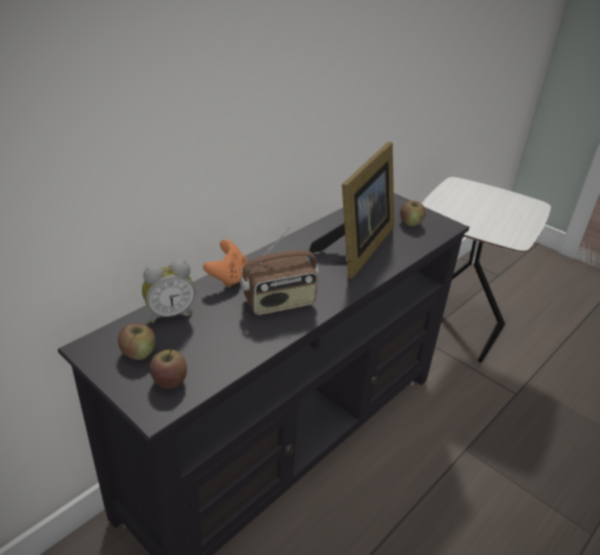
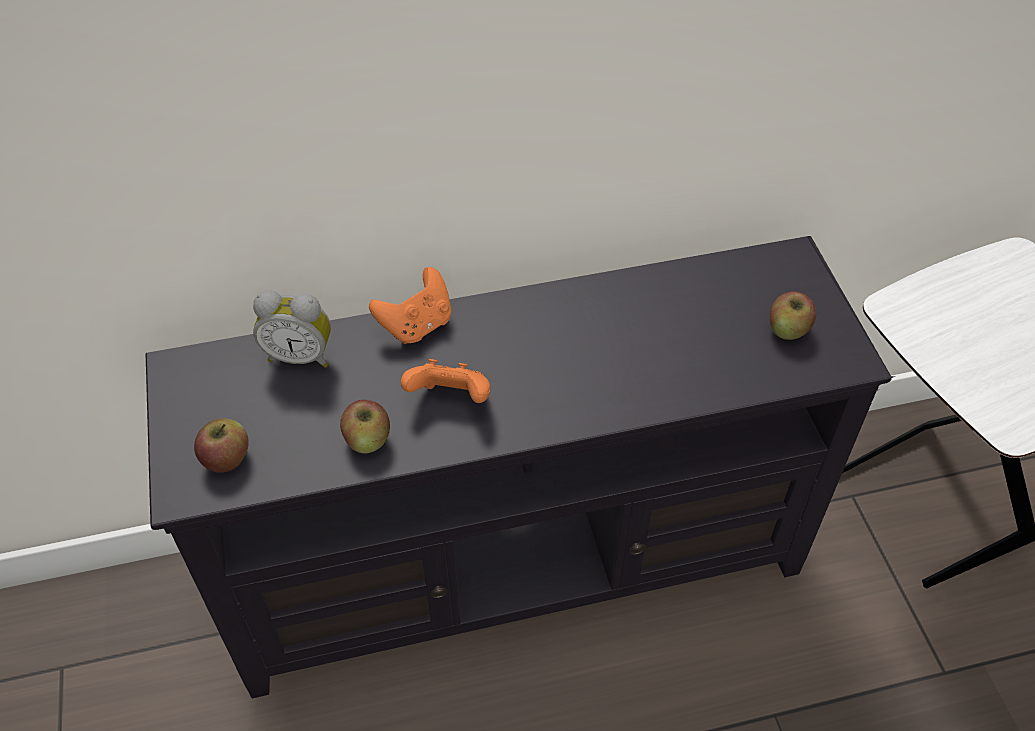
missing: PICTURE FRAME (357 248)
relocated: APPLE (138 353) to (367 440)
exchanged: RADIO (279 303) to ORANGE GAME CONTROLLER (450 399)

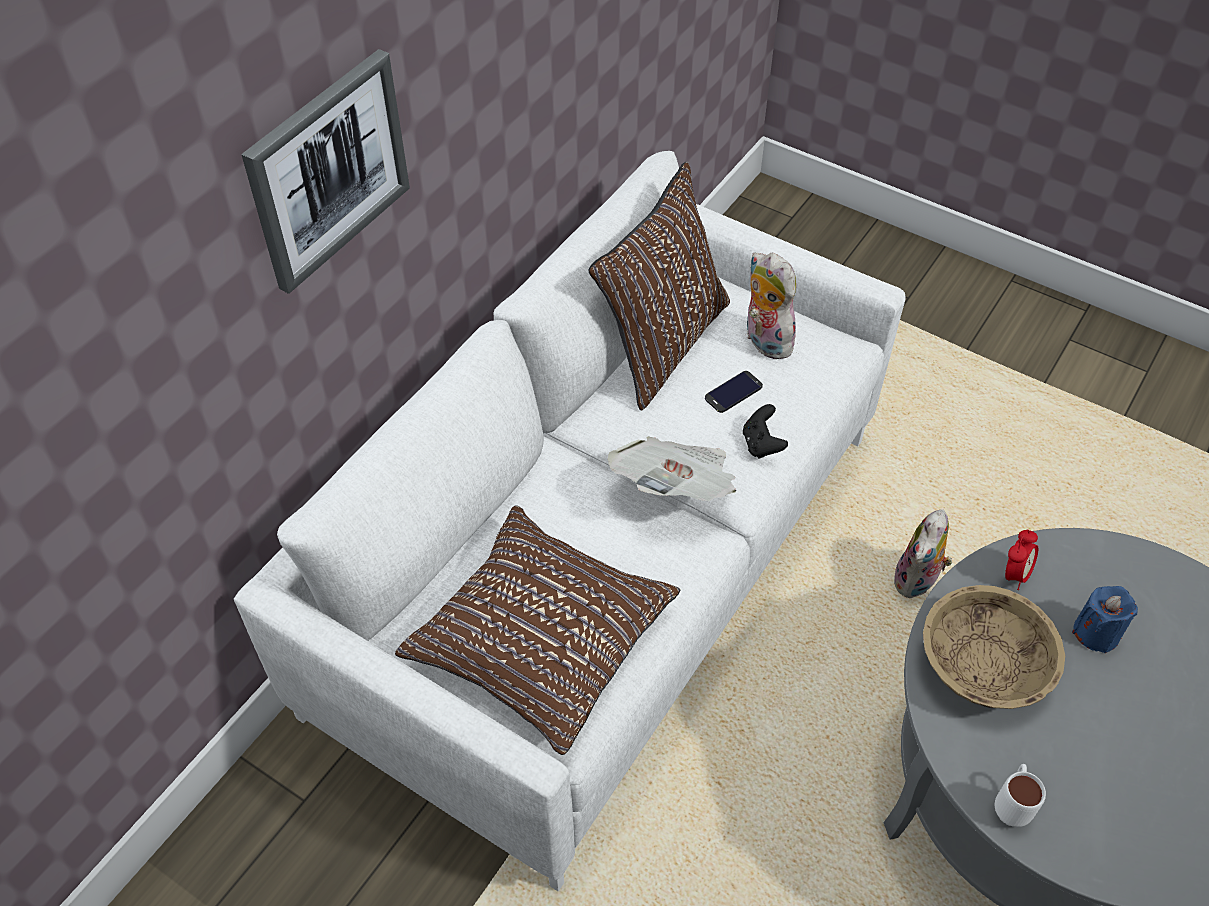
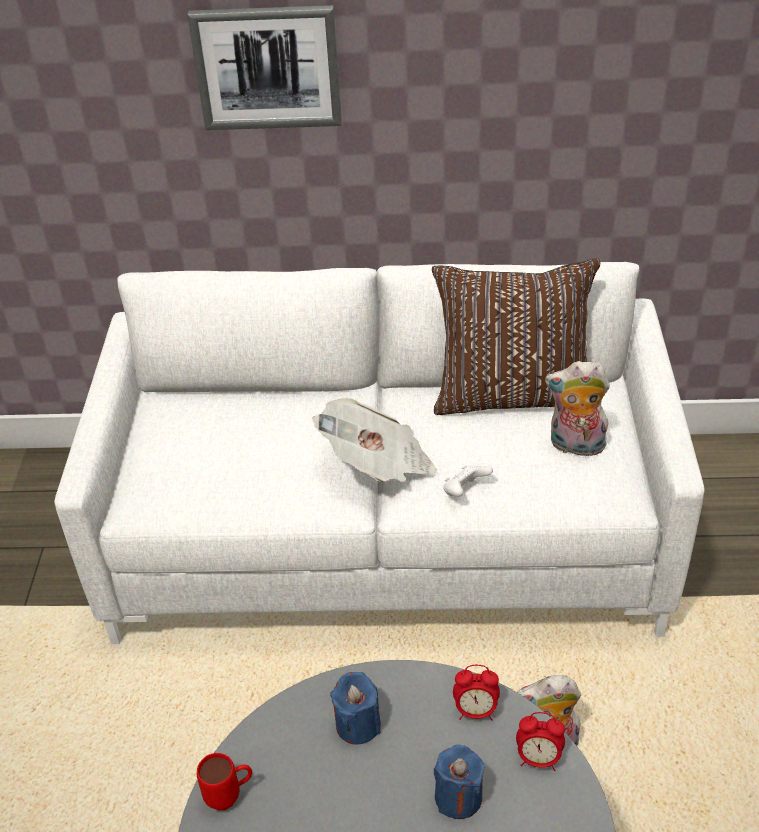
missing: BROWN PILLOW (540 637); PHONE (733 392)
appeared: ALARM CLOCK (538 759)
exchanged: BEIGE BOWL (983 666) to BLUE CANDLE (358 725)
colour: WHITE MUG (1011 805) to RED MUG (230 796); BLACK GAME CONTROLLER (761 444) to WHITE GAME CONTROLLER (465 491)
spun: PLUSH TOY (764 340) = (575 446) 105 degrees counterclockwise

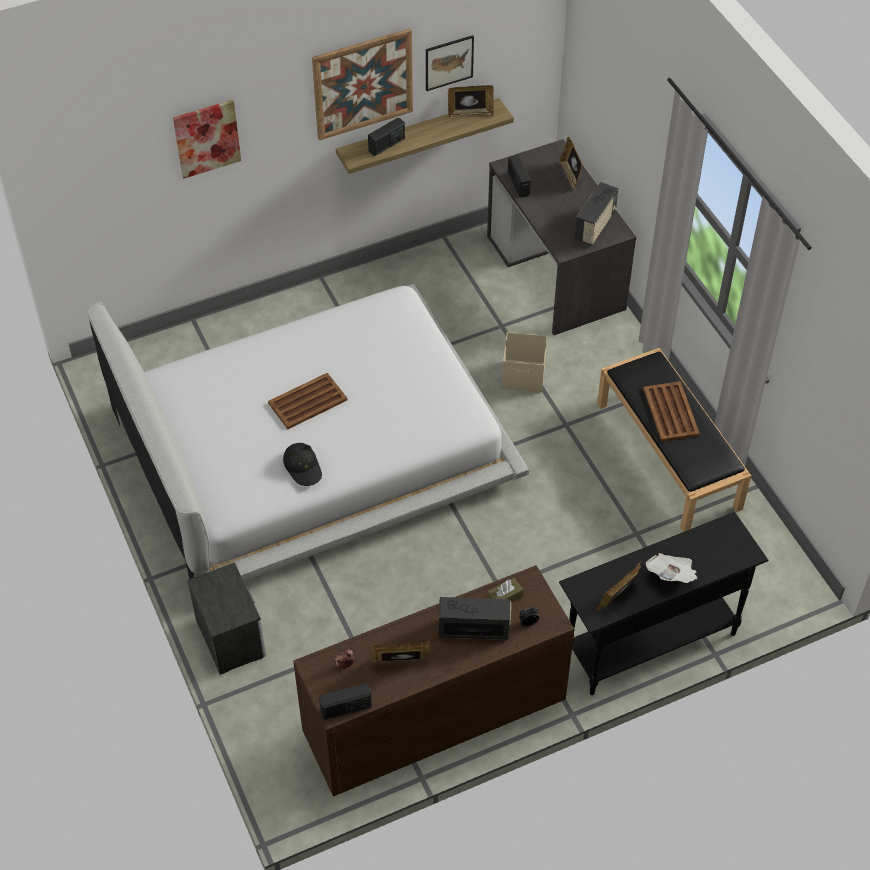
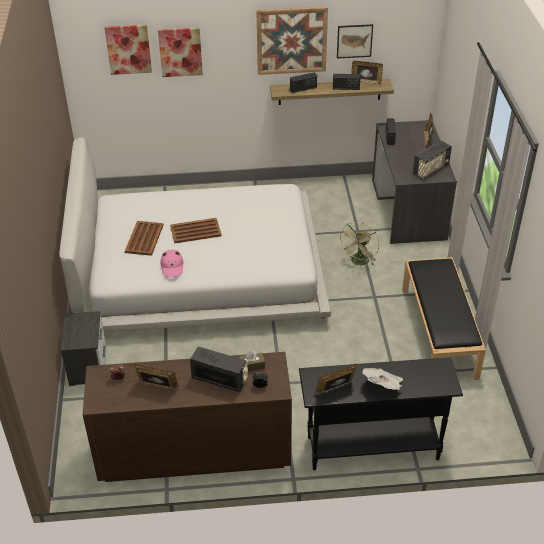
appeared: PICTURE (128 49)
relocated: BROWN TRAY (670 411) to (144 238); RADIO (346 708) to (346 88)
exchanged: BEIGE STORAGE BOX (524 376) to GREEN FAN (359 262)
colour: BLACK HAT (303 467) to PINK HAT (172 266)

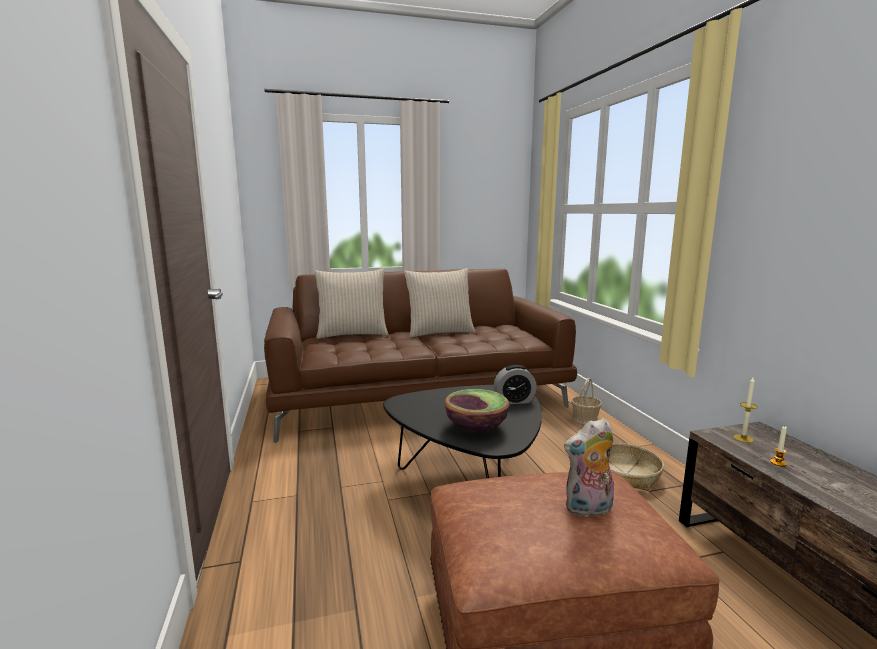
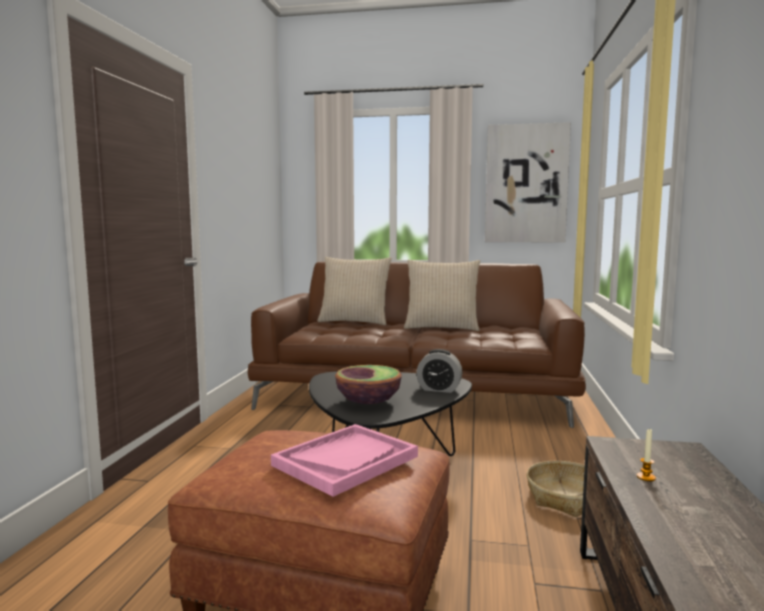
missing: BASKET (585 419); CANDLE (743 438)
appeared: PICTURE (526 184)
exchanged: PLUSH TOY (588 509) to PINK TRAY (345 461)

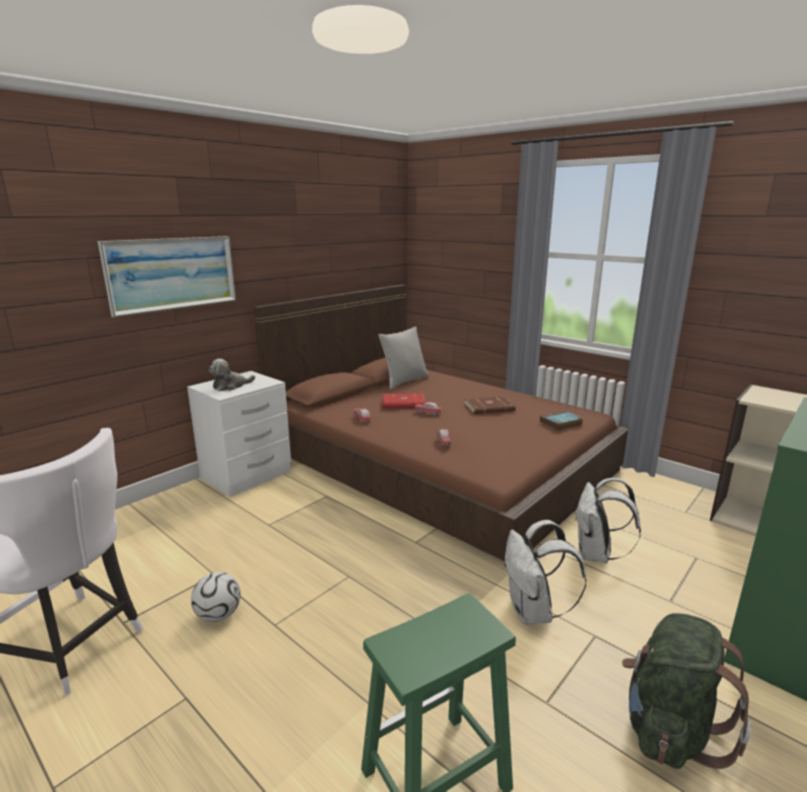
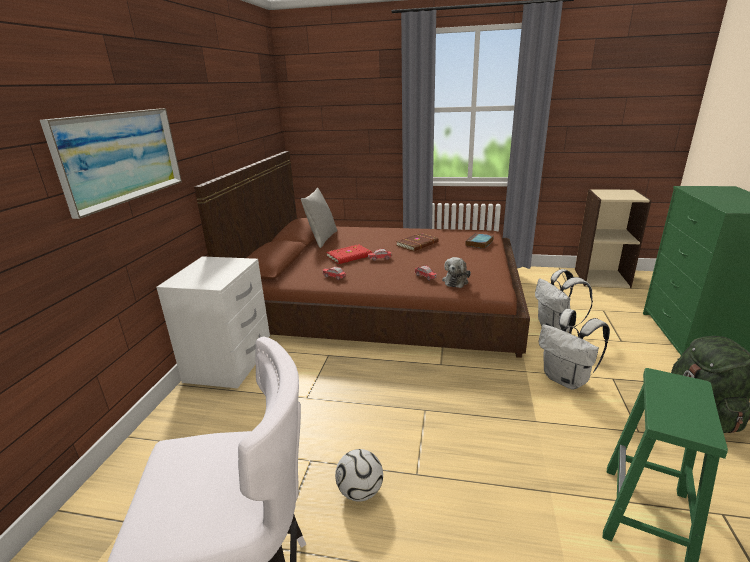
relocated: PLUSH TOY (231 386) to (456 281)

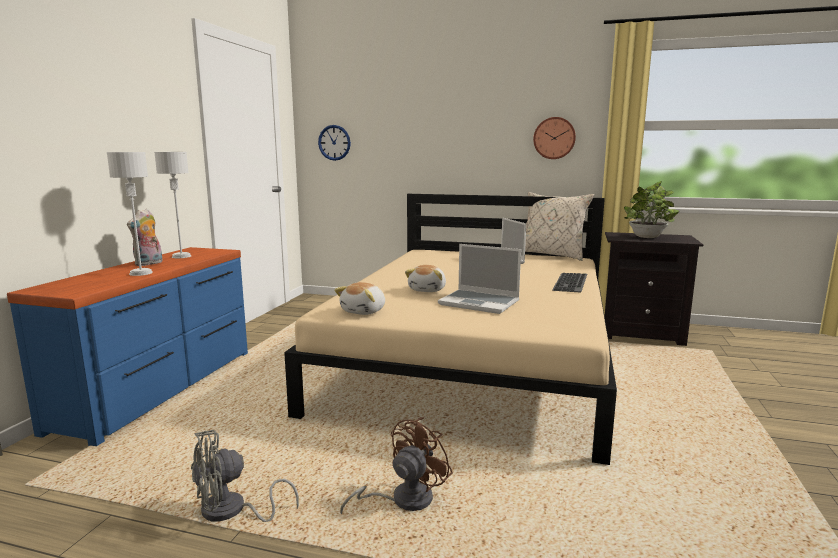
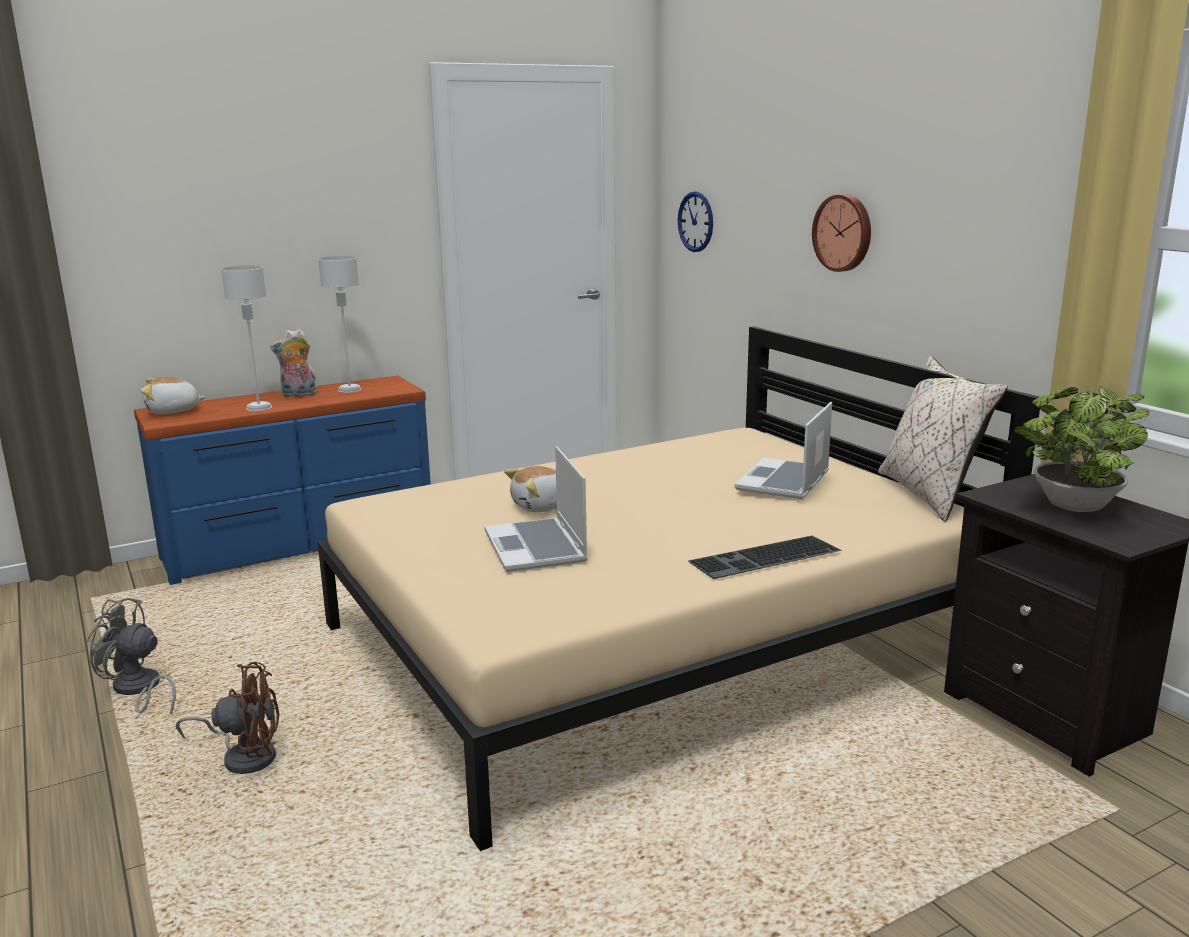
relocated: PLUSH TOY (364 311) to (173 411); WALL CLOCK (554 138) to (844 233)

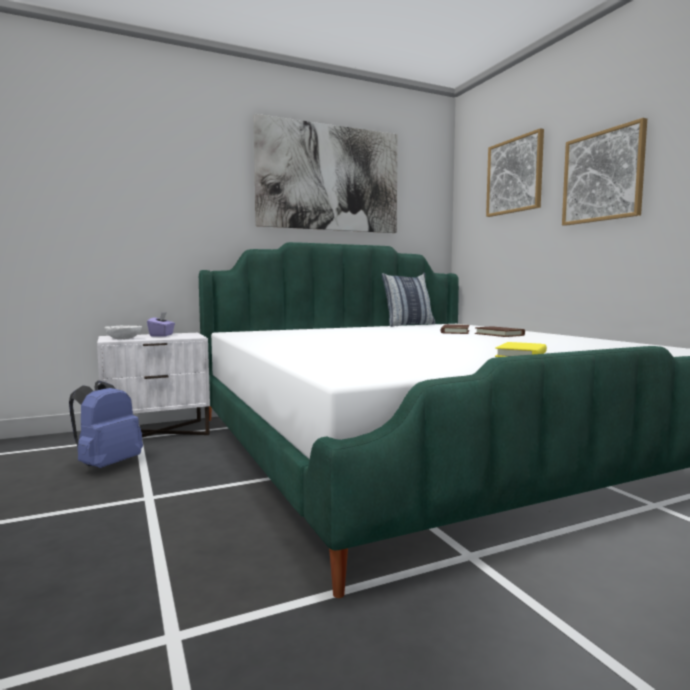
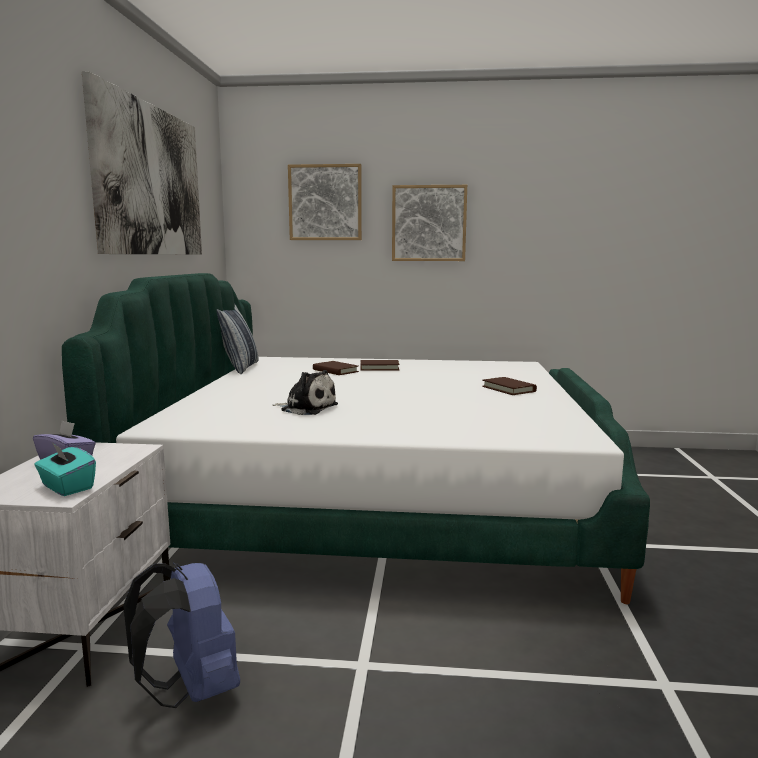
appeared: PLUSH TOY (307 408)
exchanged: WHITE BOWL (124 339) to TURQUOISE TISSUE BOX (67 487)
colour: YELLOW BOOK (521 354) to BROWN BOOK (508 389)

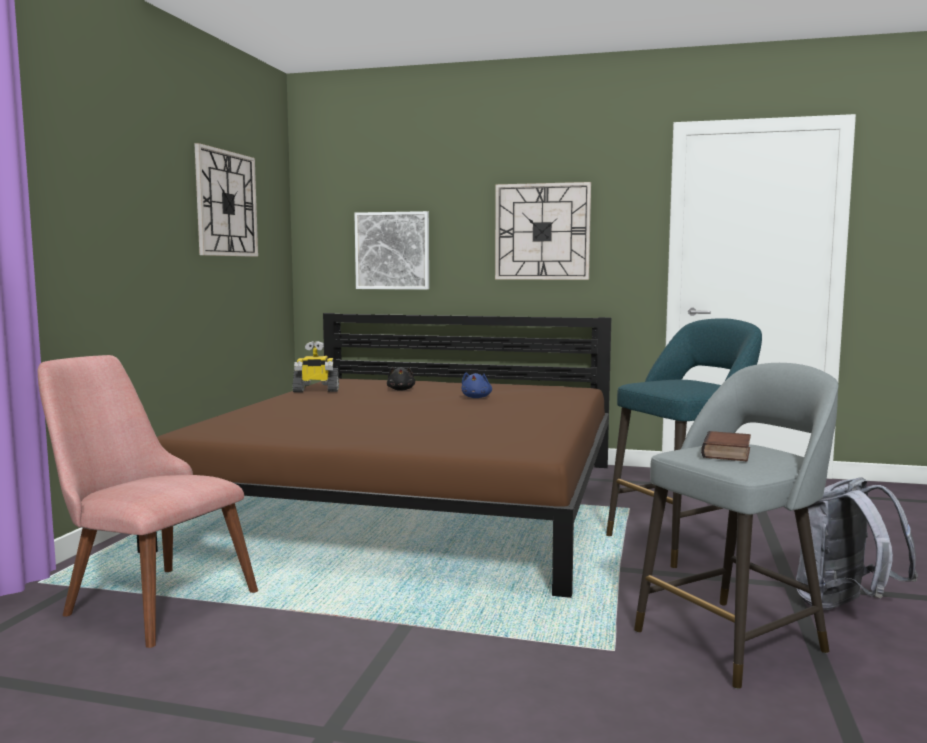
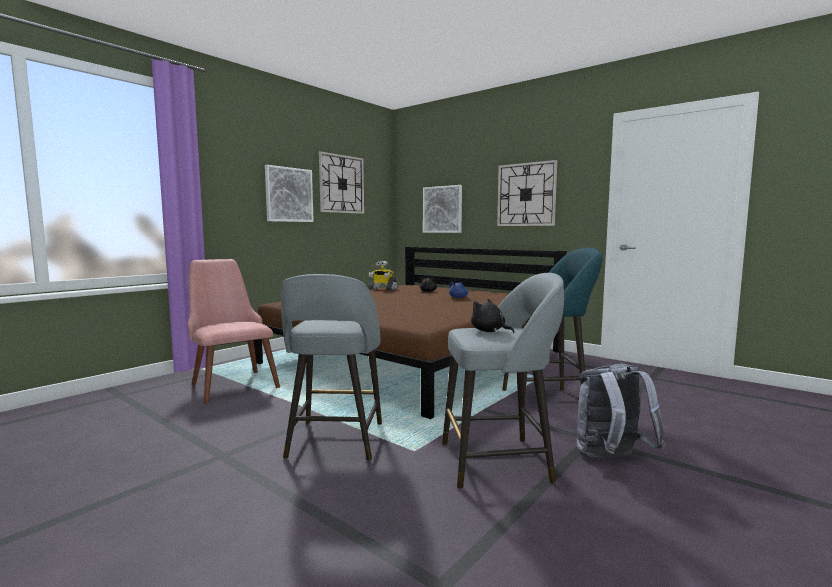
appeared: PICTURE (289 194); GREY STOOL (335 441)
exchanged: BOOK (728 453) to BLACK PLUSH TOY (489 331)

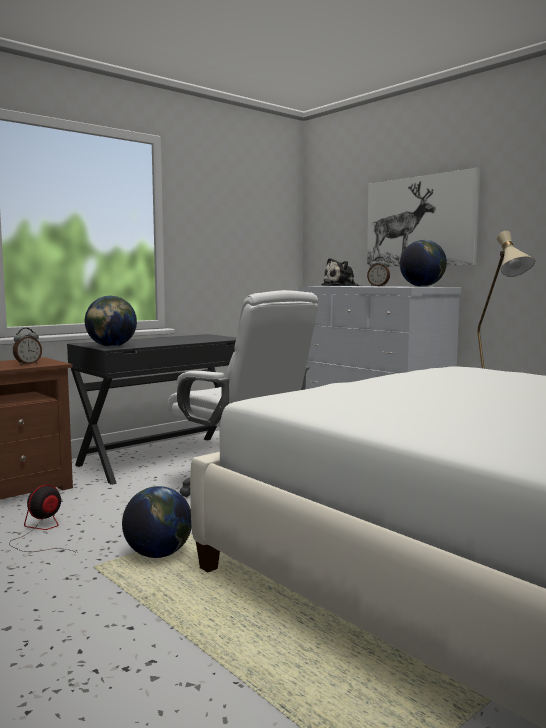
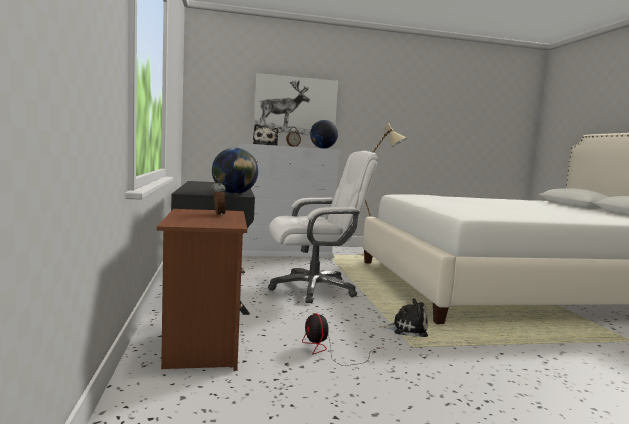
exchanged: GLOBE (158 555) to PLUSH TOY (407 329)

